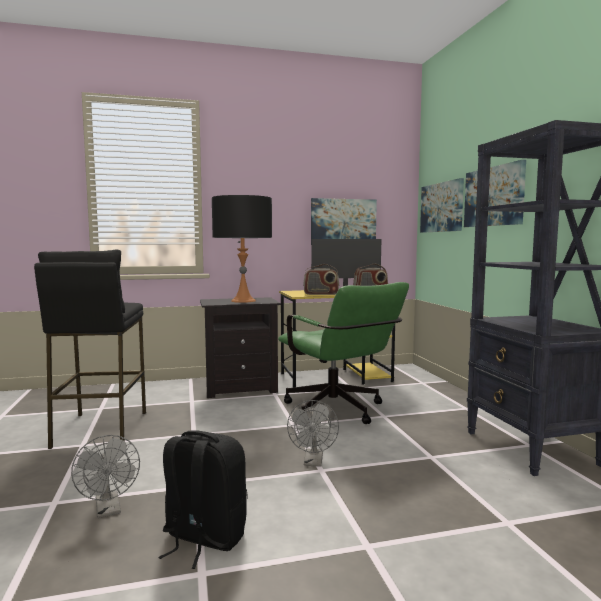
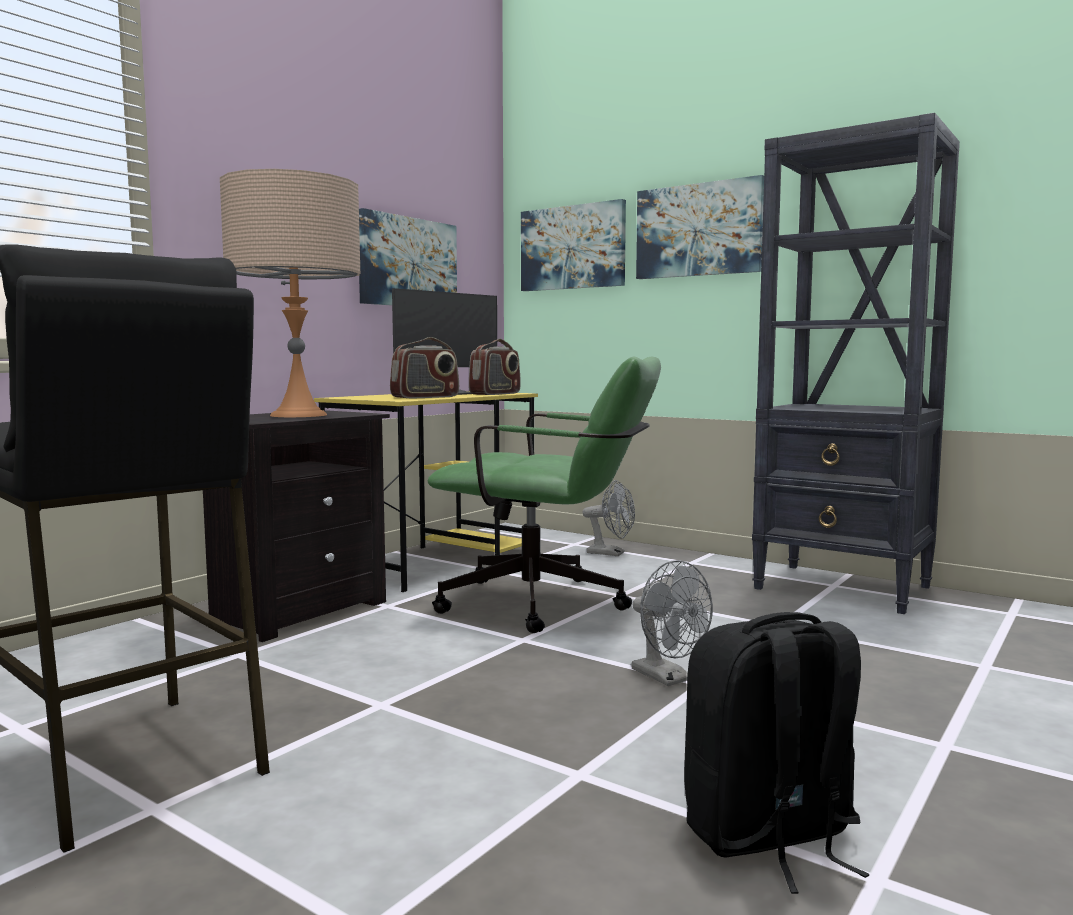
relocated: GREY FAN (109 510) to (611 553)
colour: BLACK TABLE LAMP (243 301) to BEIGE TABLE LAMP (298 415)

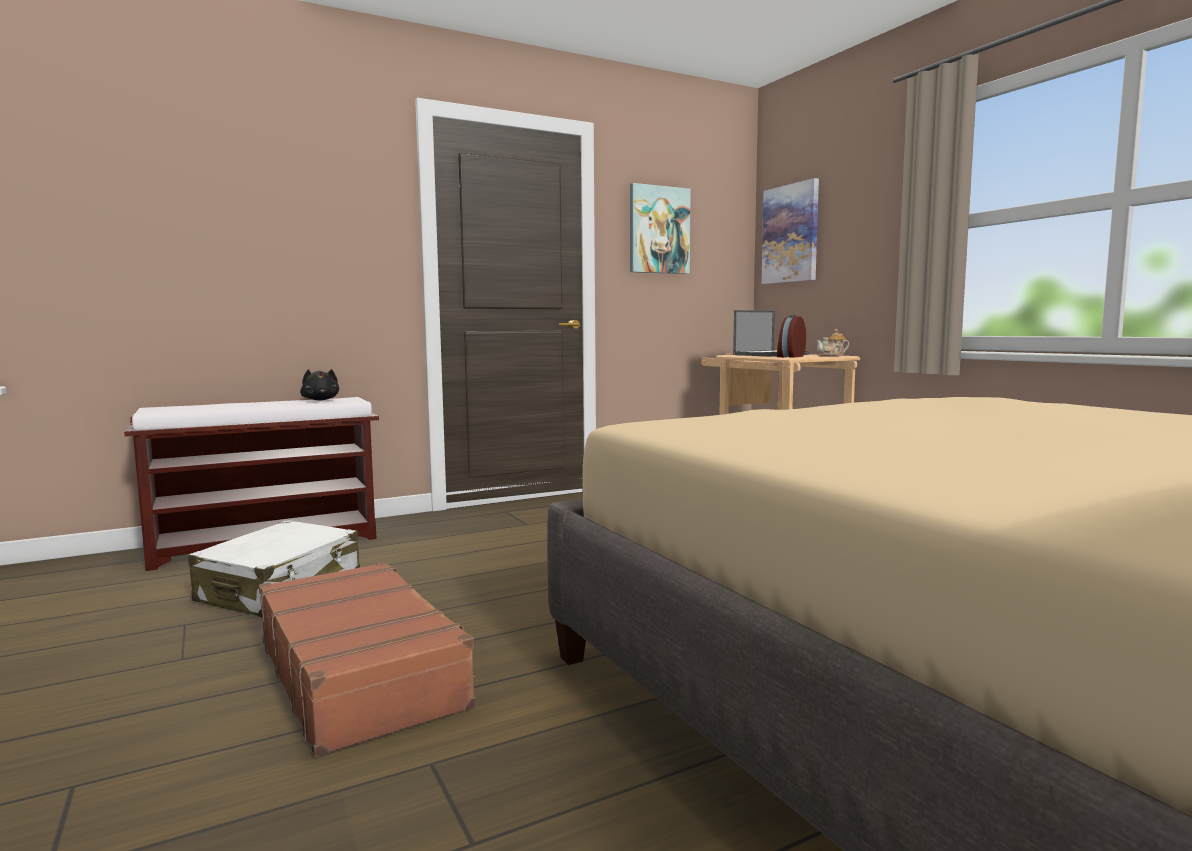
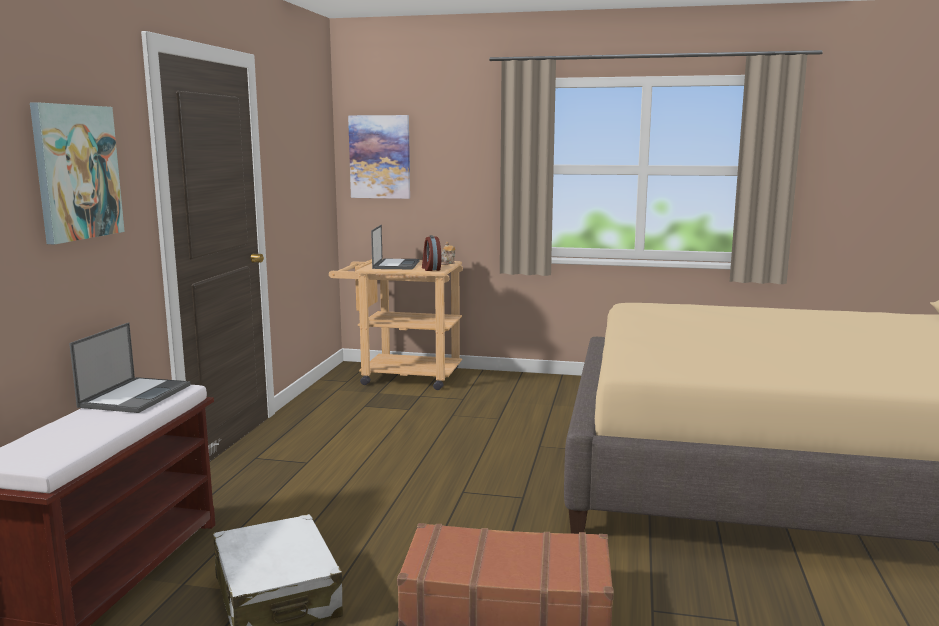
relocated: PICTURE (658 230) to (76 172)
exchanged: BLACK PLUSH TOY (320 400) to LAPTOP (136 395)

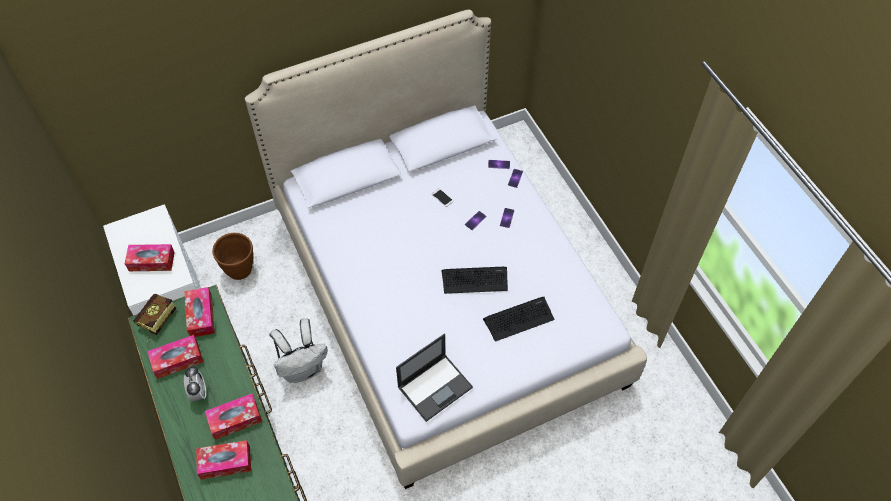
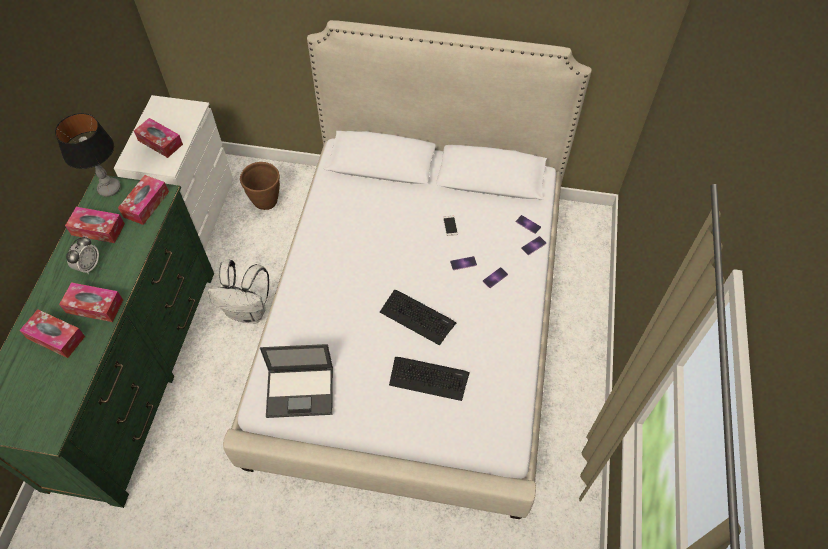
exchanged: BOOK (155 322) to TABLE LAMP (109 189)

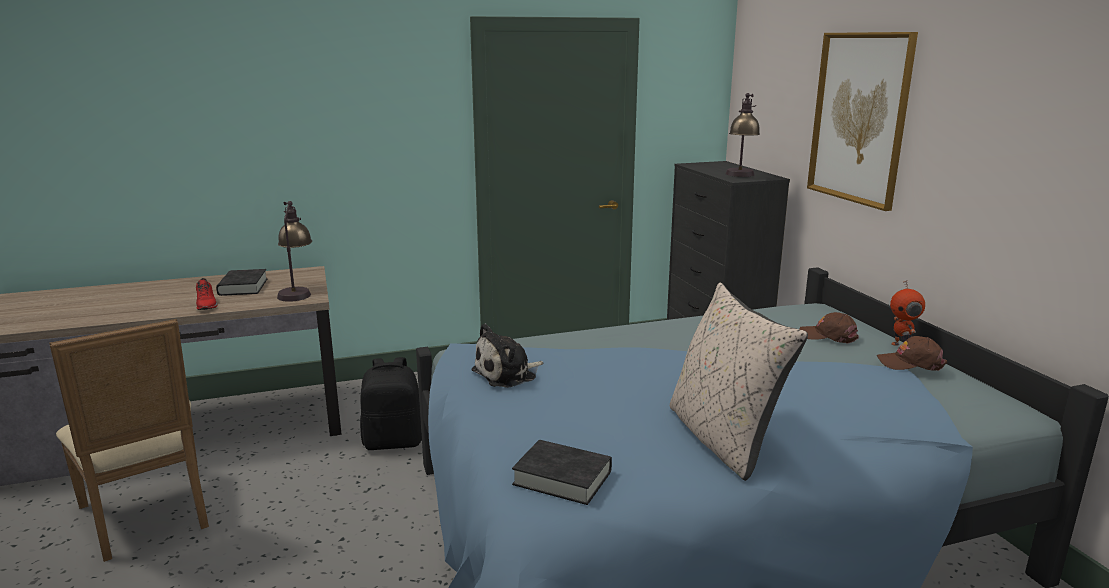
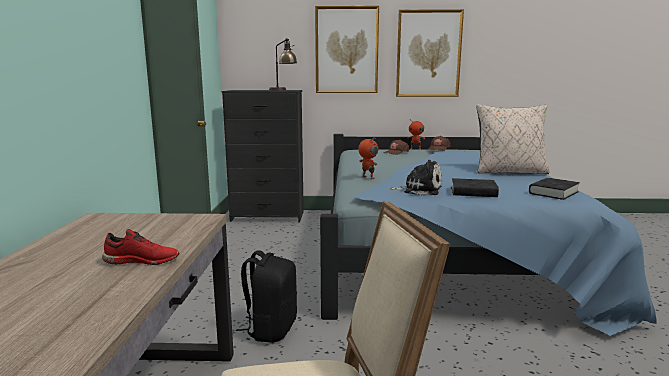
missing: TABLE LAMP (297 292)
appeared: TOY ROBOT (367 178); PICTURE (428 54)
relocated: BLACK BOOK (243 287) to (473 192)
spun: PLUSH TOY (508 374) = (419 190) 60 degrees counterclockwise

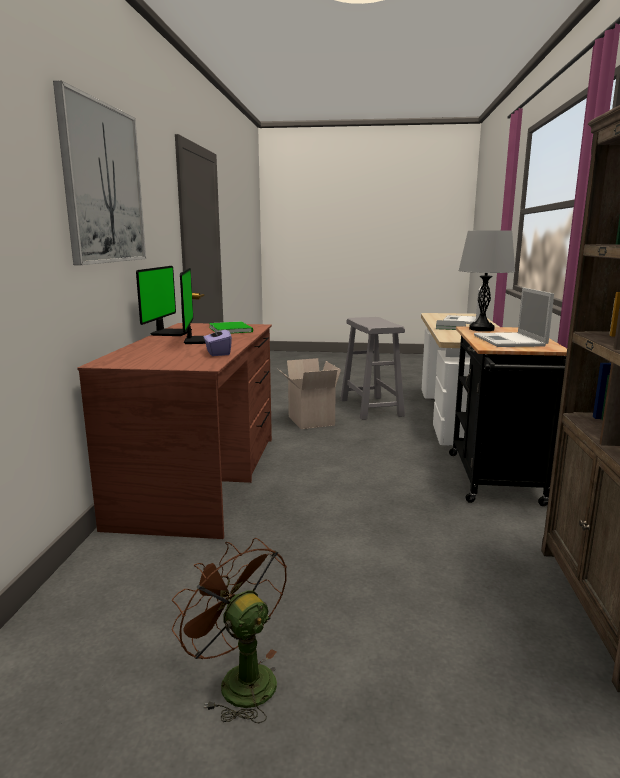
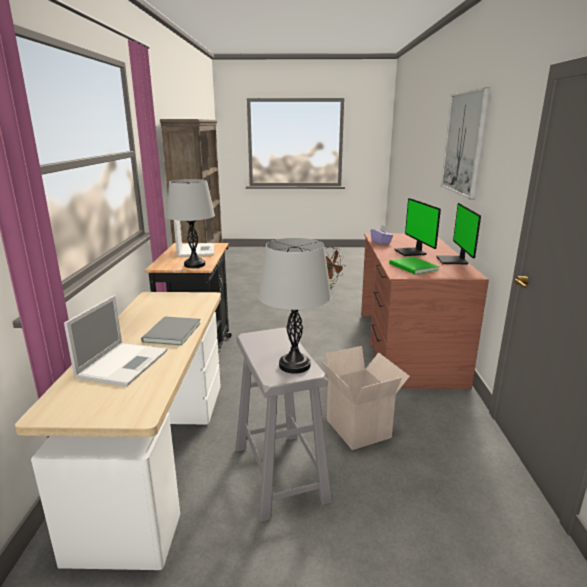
appeared: GREY TABLE LAMP (294 365)

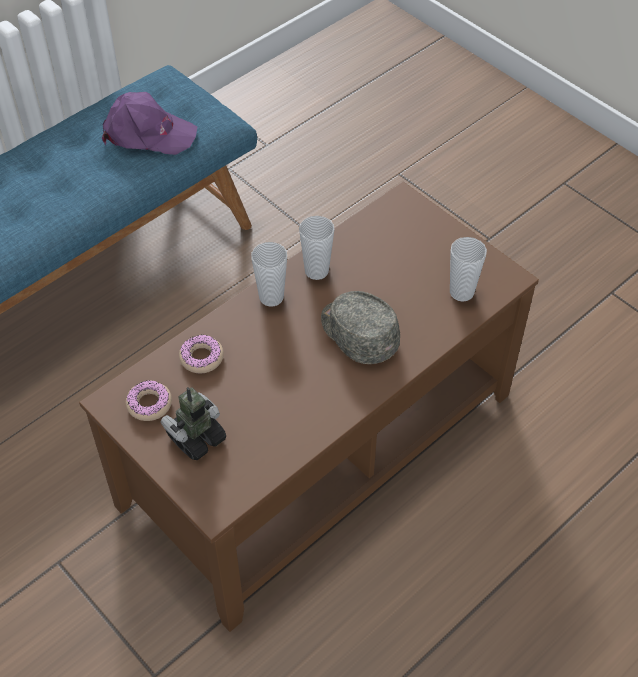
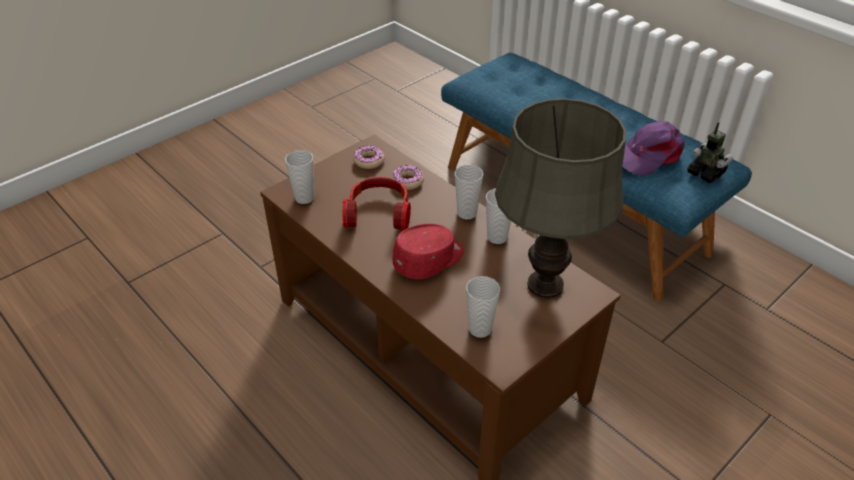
appeared: CUP (304 198); HEADPHONES (378 213); GREY TABLE LAMP (545 285)
relocated: TOY ROBOT (196 438) to (705 173)
colour: GREY CAP (357 334) to RED CAP (429 260)
spun: PURPLE CAP (148 133) = (648 156) 45 degrees clockwise

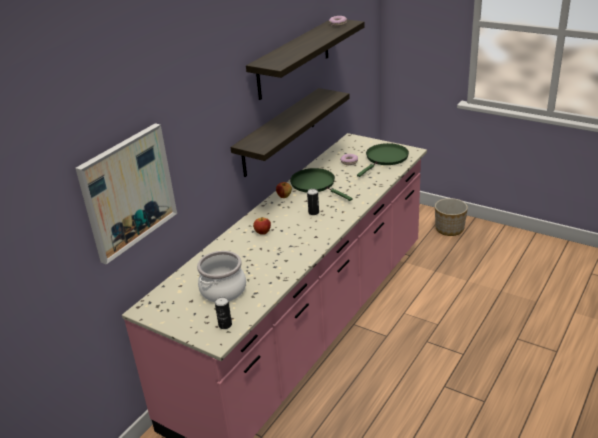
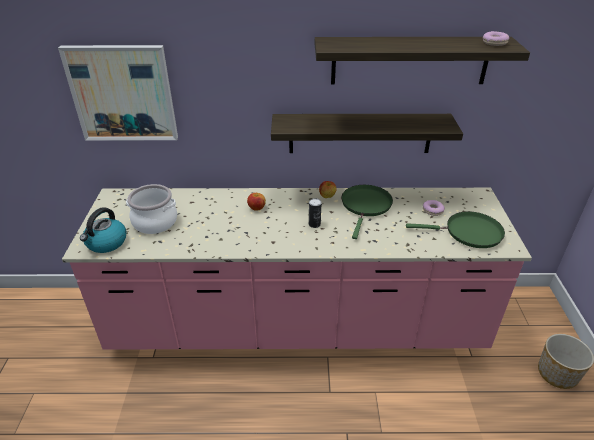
exchanged: CAN (225 325) to KETTLE (106 243)

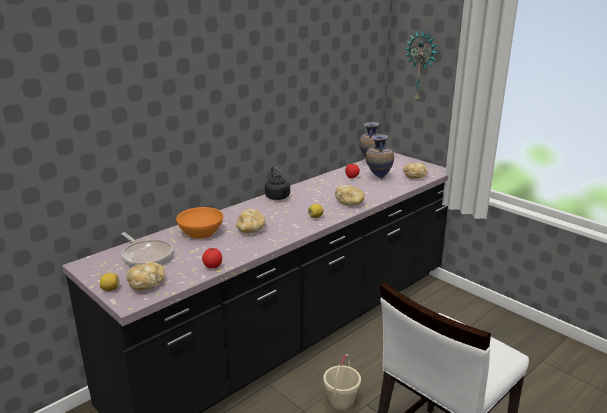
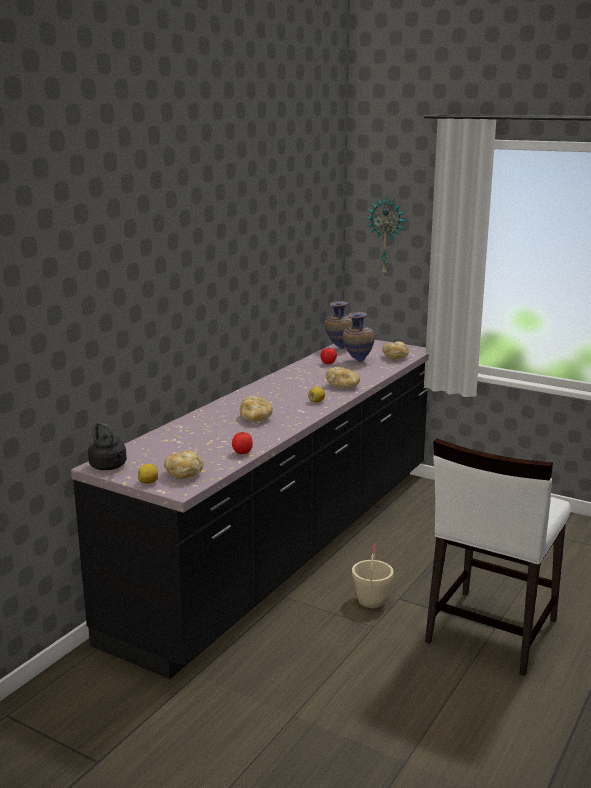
missing: FRYING PAN (146 256); ORANGE BOWL (201 232)
relocated: BLACK KETTLE (278 197) to (109 467)

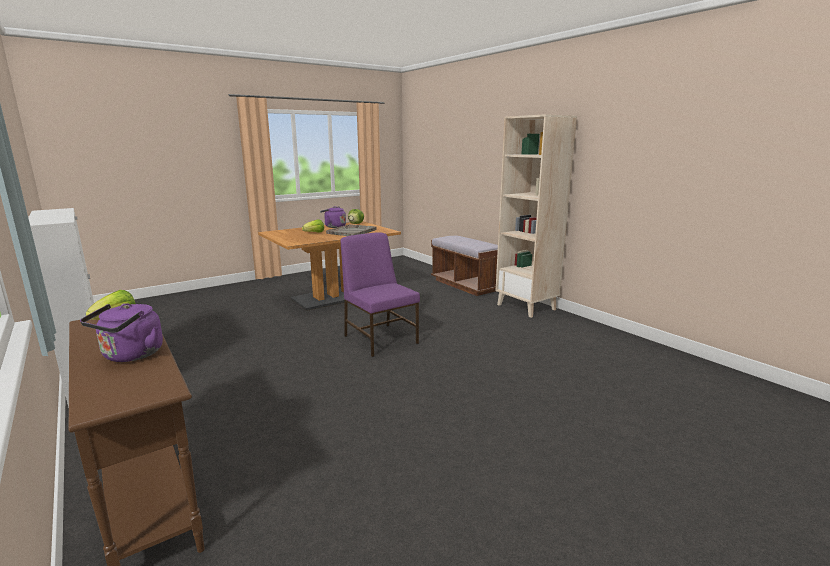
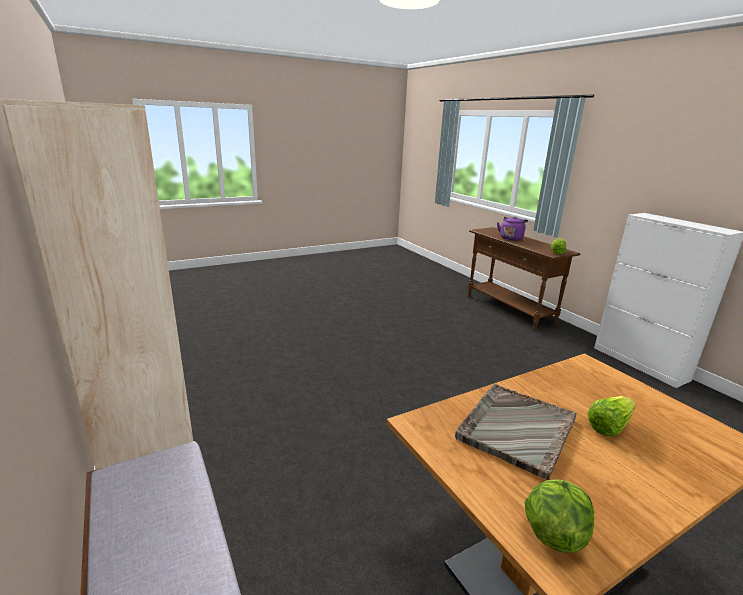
missing: PURPLE KETTLE (334 226); PURPLE CHAIR (380 339)

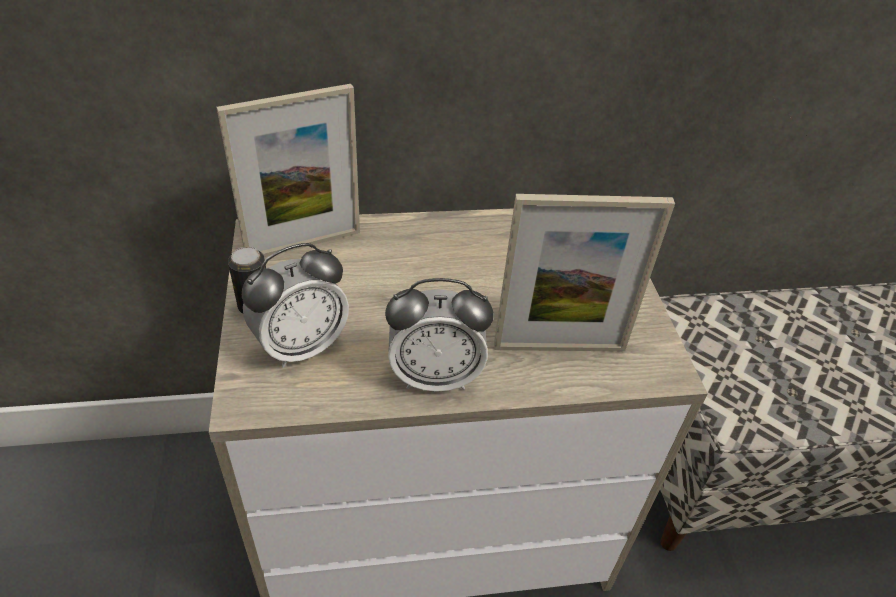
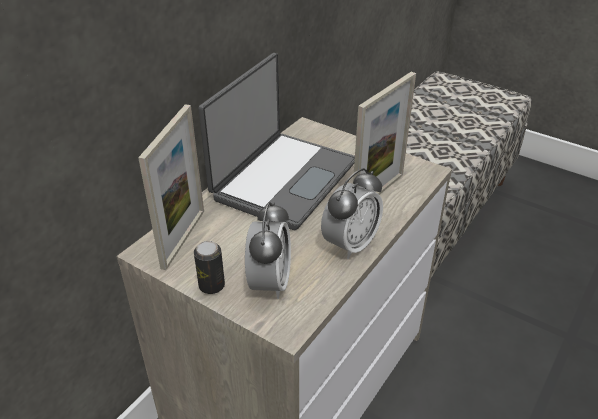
appeared: LAPTOP (282 179)

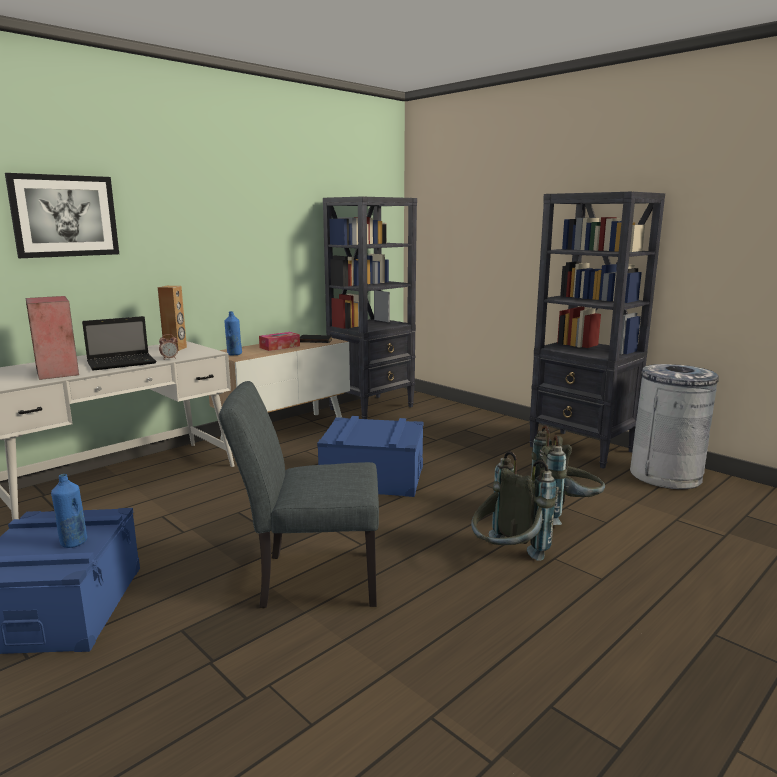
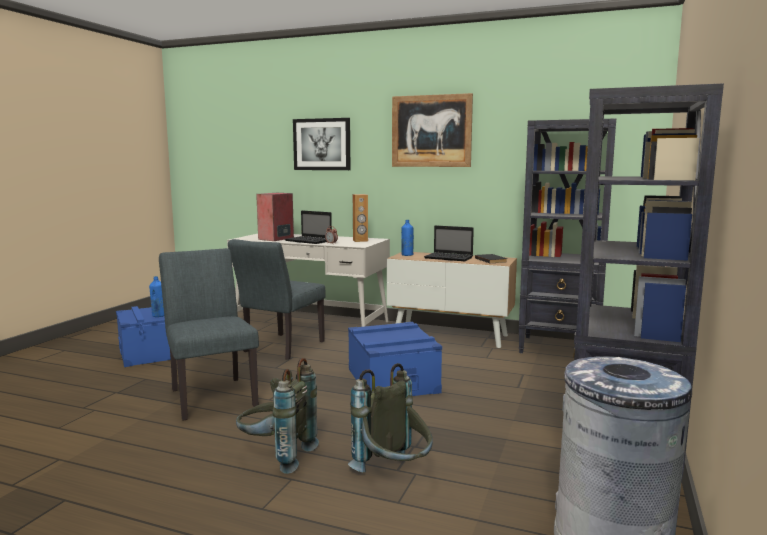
appeared: GREY CHAIR (280 348); PICTURE (431 131)
exchanged: TISSUE BOX (280 347) to LAPTOP (449 258)

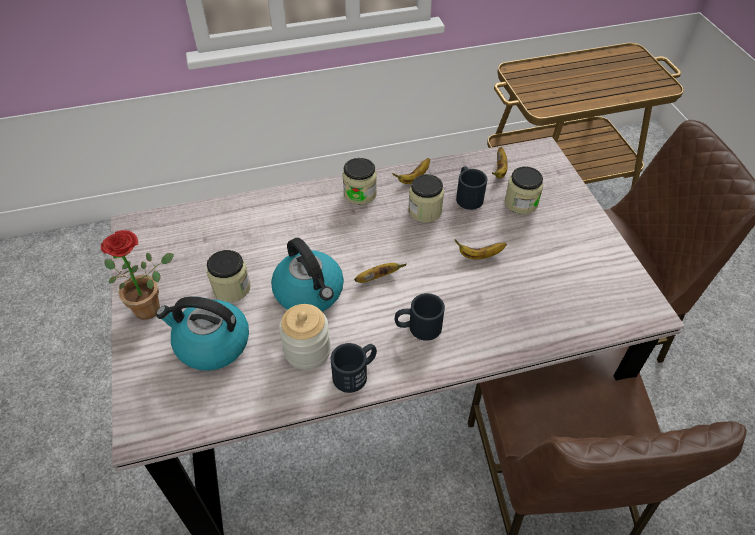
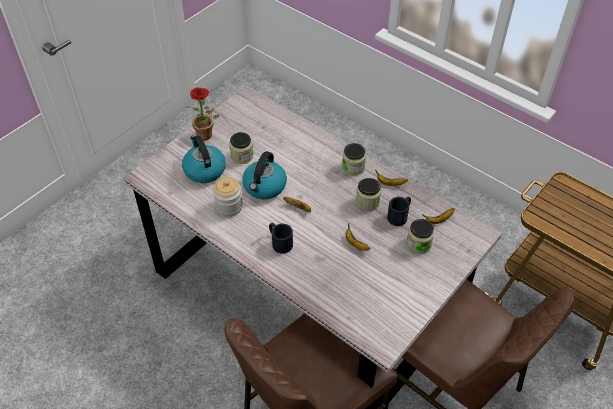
missing: BLACK MUG (356 373)

